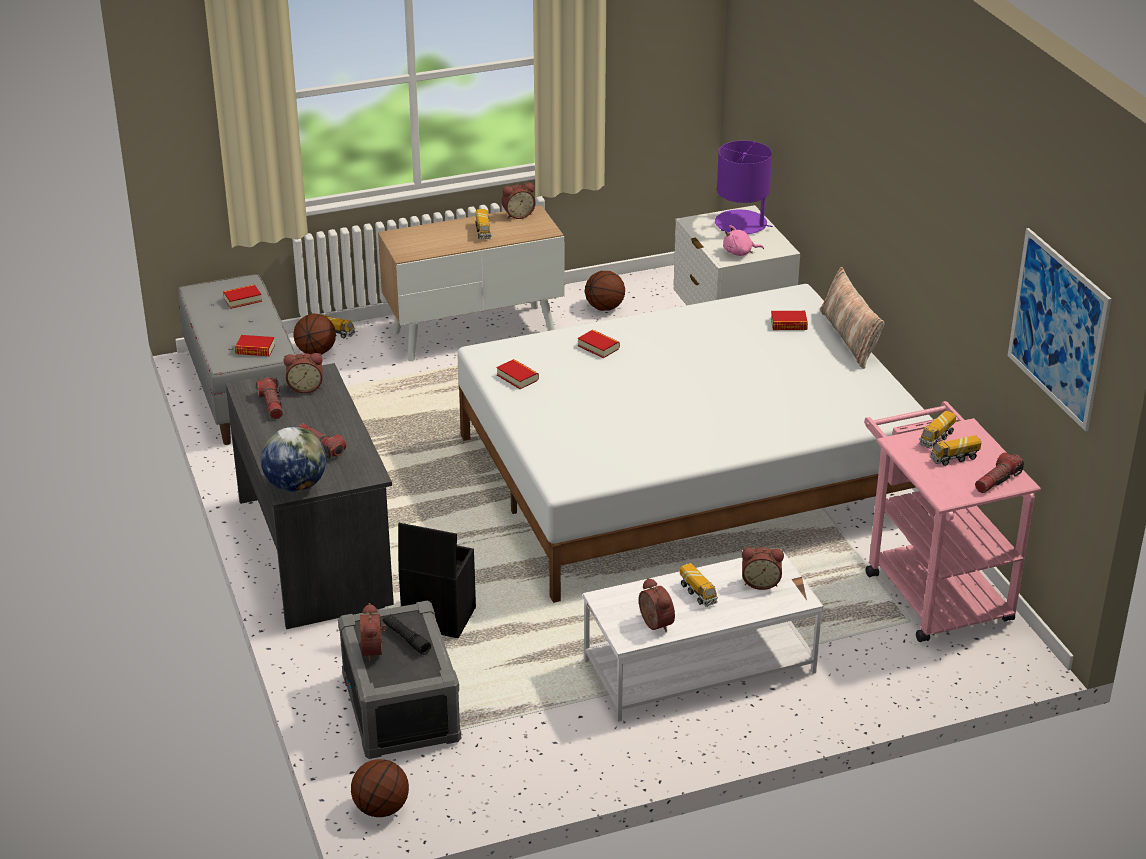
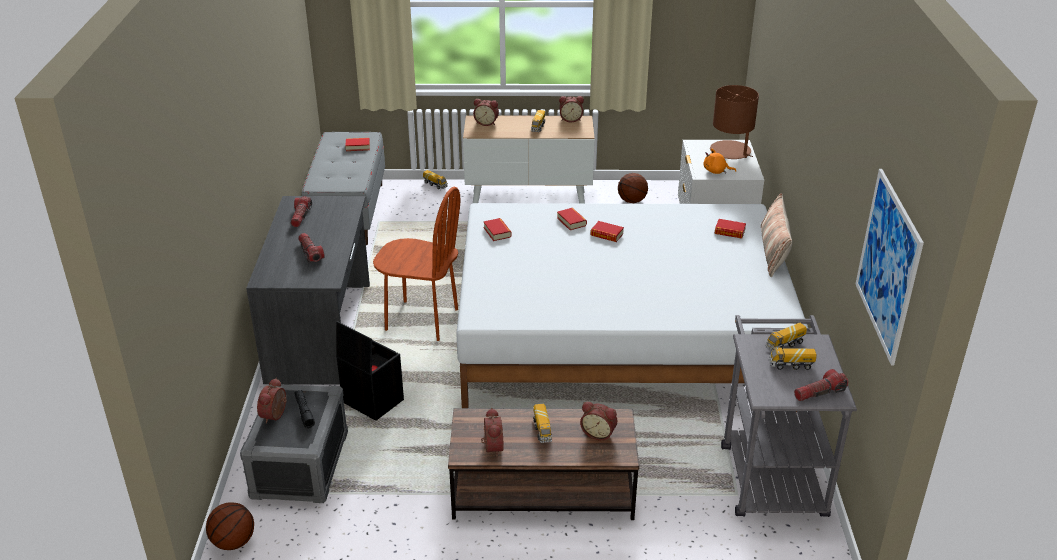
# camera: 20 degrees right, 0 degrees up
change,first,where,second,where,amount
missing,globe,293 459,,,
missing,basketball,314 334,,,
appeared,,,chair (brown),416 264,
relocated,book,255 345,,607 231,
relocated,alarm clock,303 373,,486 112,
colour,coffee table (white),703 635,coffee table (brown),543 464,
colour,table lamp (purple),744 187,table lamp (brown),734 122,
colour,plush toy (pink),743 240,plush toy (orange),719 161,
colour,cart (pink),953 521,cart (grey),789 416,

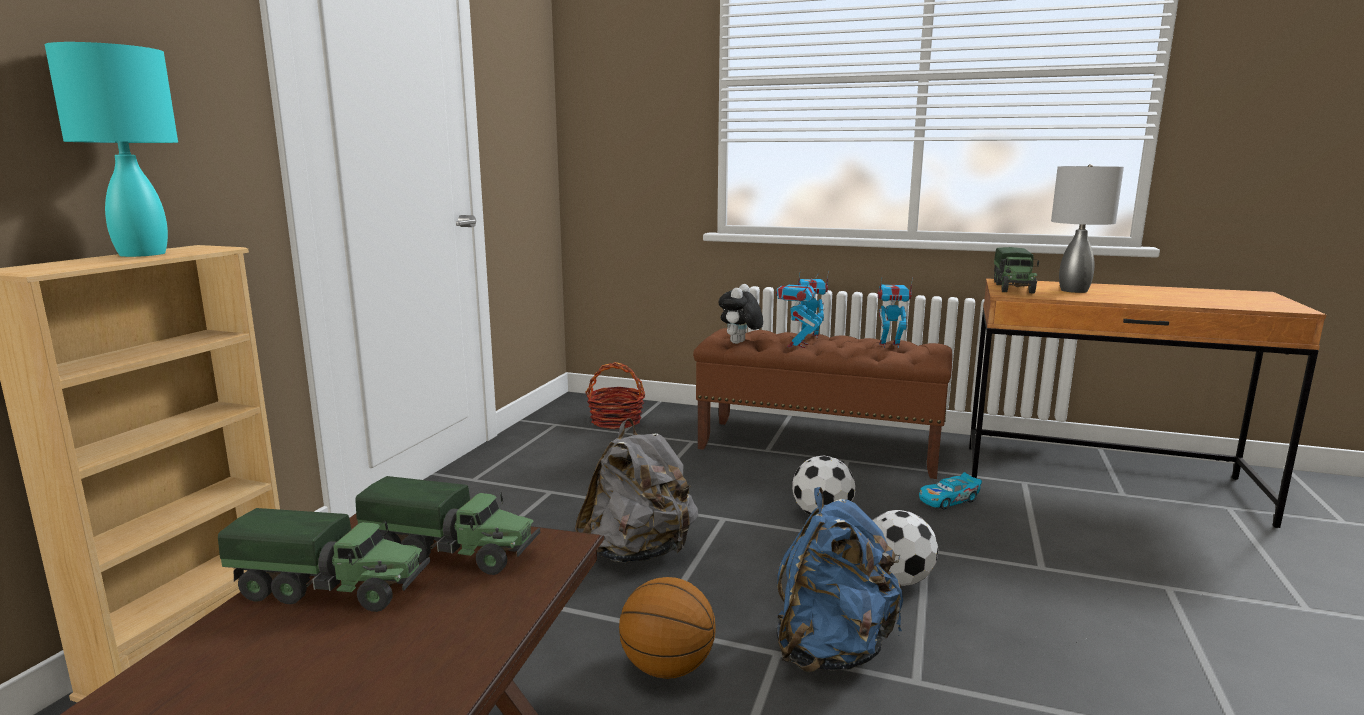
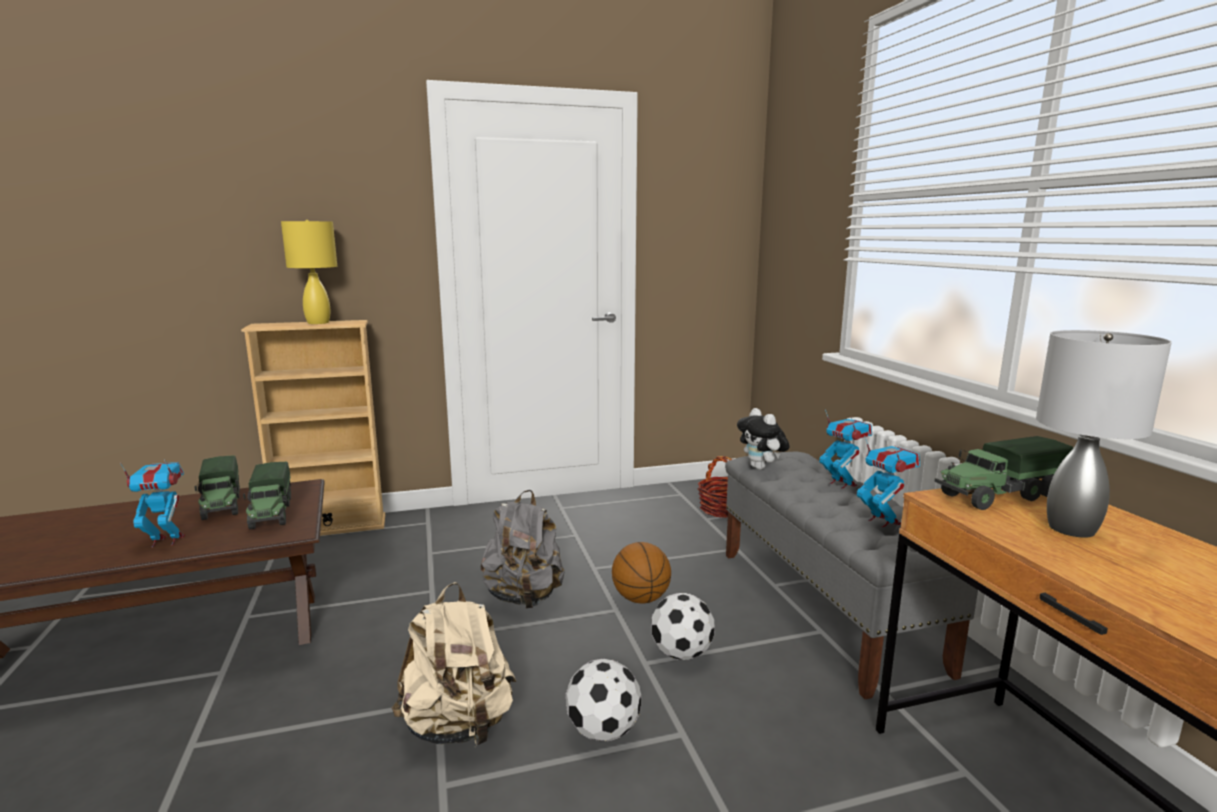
# camera: 55 degrees right, 0 degrees up
change,first,where,second,where,amount
missing,toy car,950 490,,,
relocated,basketball,667 628,,641 573,
relocated,toy robot,799 310,,152 503,
colour,table lamp (turquoise),111 149,table lamp (yellow),309 272,
colour,bench (brown),822 403,bench (grey),851 575,
colour,backpack (blue),840 579,backpack (beige),453 663,
spun,plush toy,740 314,,763 439,105 degrees counterclockwise

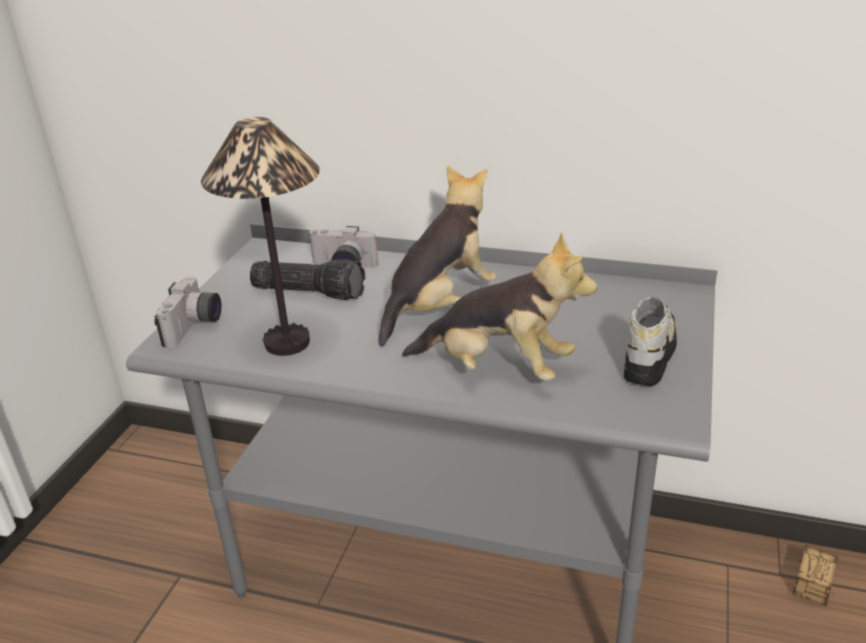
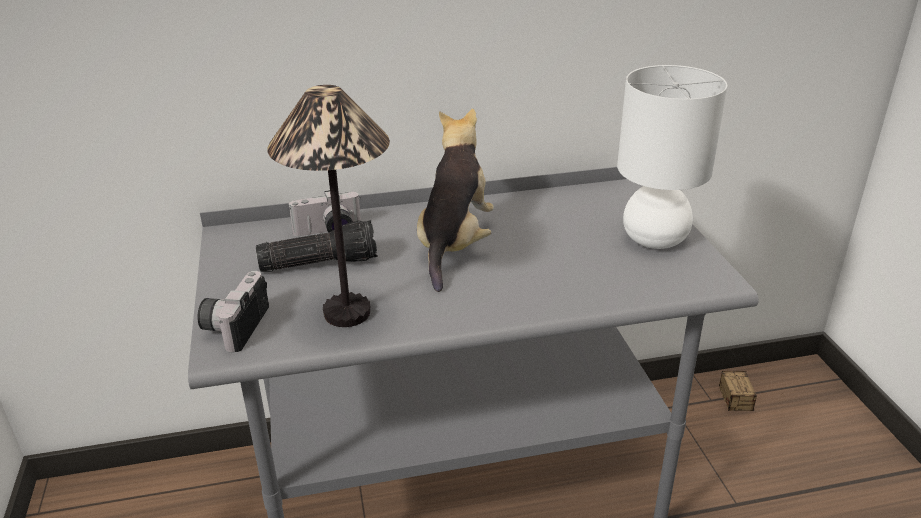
# camera: 30 degrees left, 0 degrees up
change,first,where,second,where,amount
missing,plush toy,499 307,,,
exchanged,shoe,650 341,table lamp (white),672 157,
spun,photo camera,188 312,,233 311,150 degrees counterclockwise

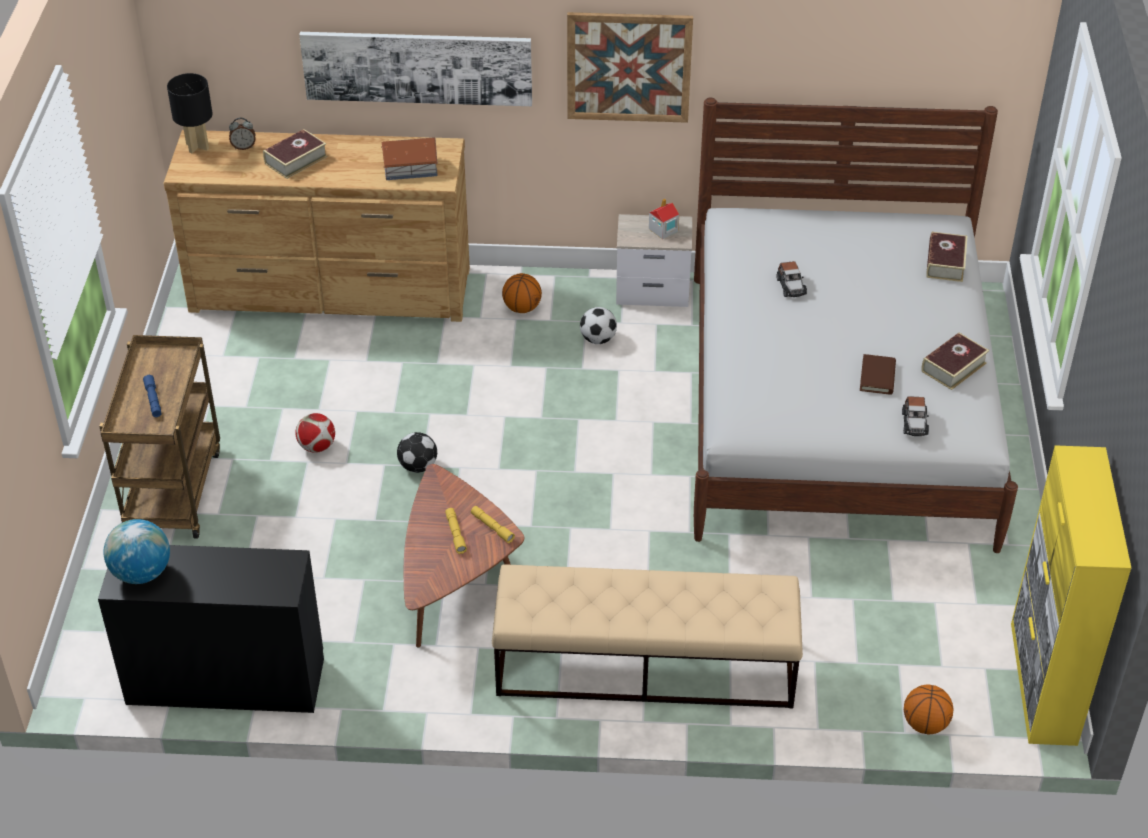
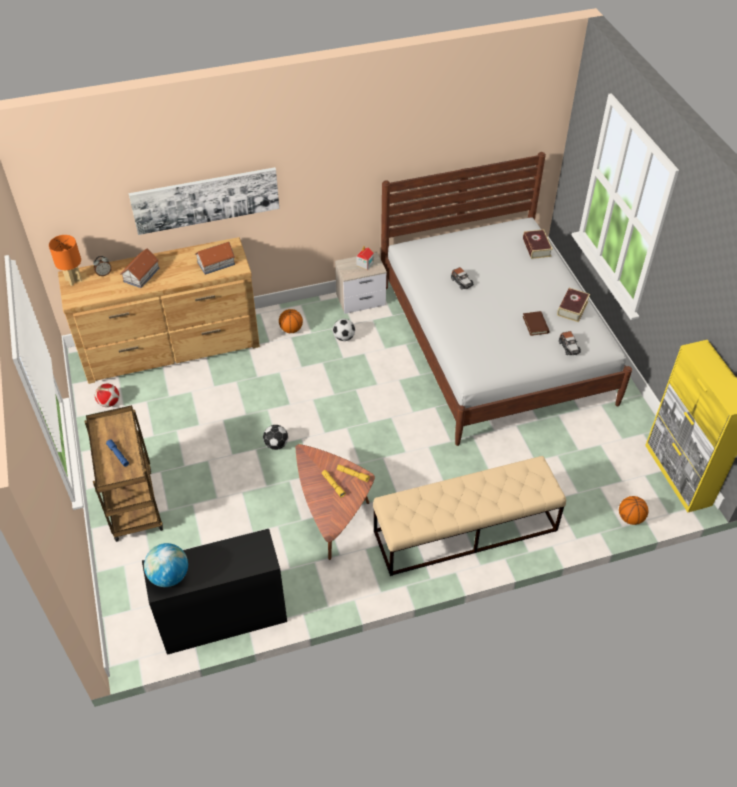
# camera: 20 degrees left, 5 degrees up
change,first,where,second,where,amount
missing,picture,630 67,,,
relocated,football,315 433,,107 395,
exchanged,book,295 154,toy house,139 268,
colour,table lamp (black),190 113,table lamp (orange),65 260,

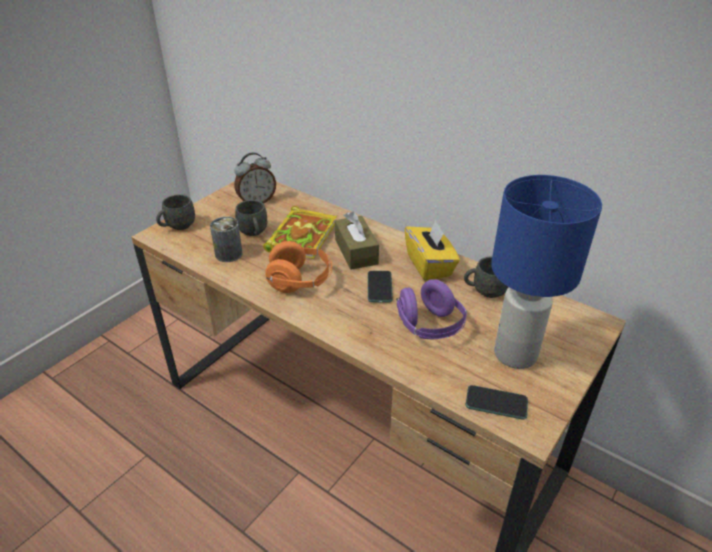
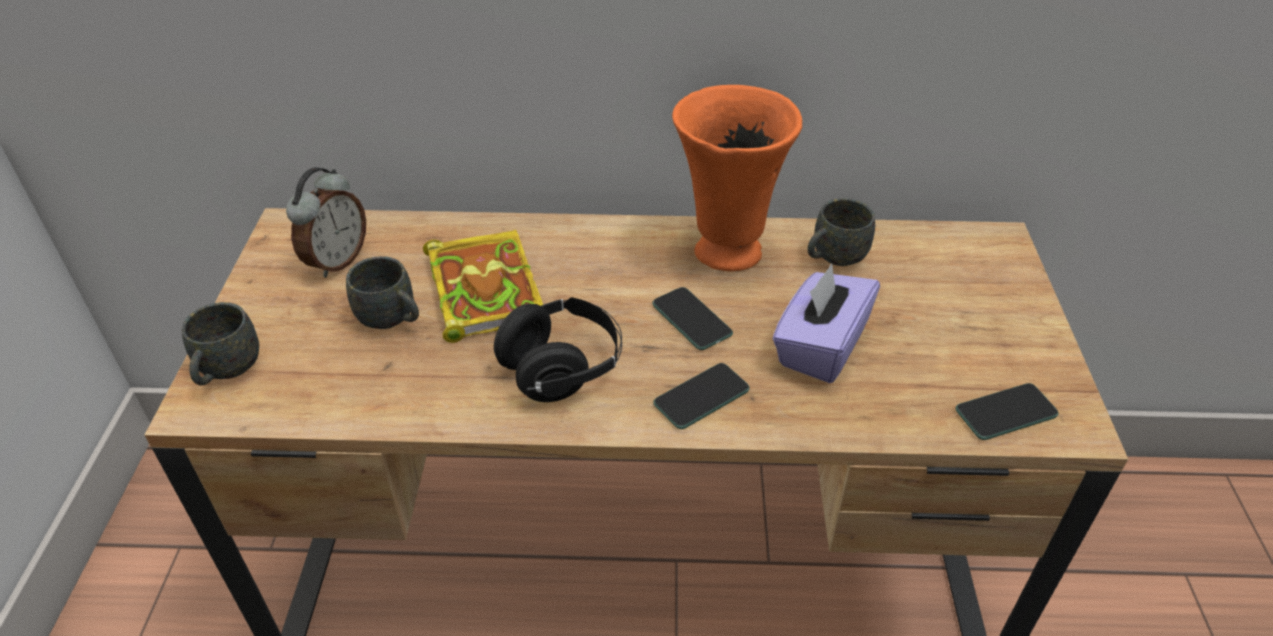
# camera: 35 degrees left, 5 degrees up
change,first,where,second,where,amount
missing,can,226 239,,,
missing,tissue box (brown),357 241,,,
missing,table lamp (blue),546 272,,,
appeared,,,phone,701 396,
exchanged,headphones (purple),431 309,tissue box (purple),826 323,
exchanged,tissue box (yellow),432 250,vase (orange),737 178,
colour,headphones (orange),299 267,headphones (black),558 349,

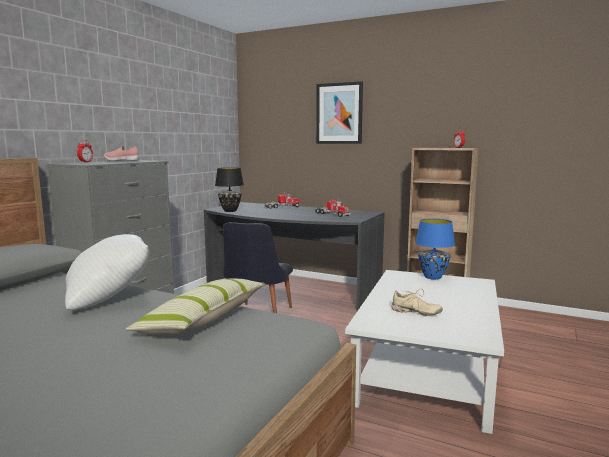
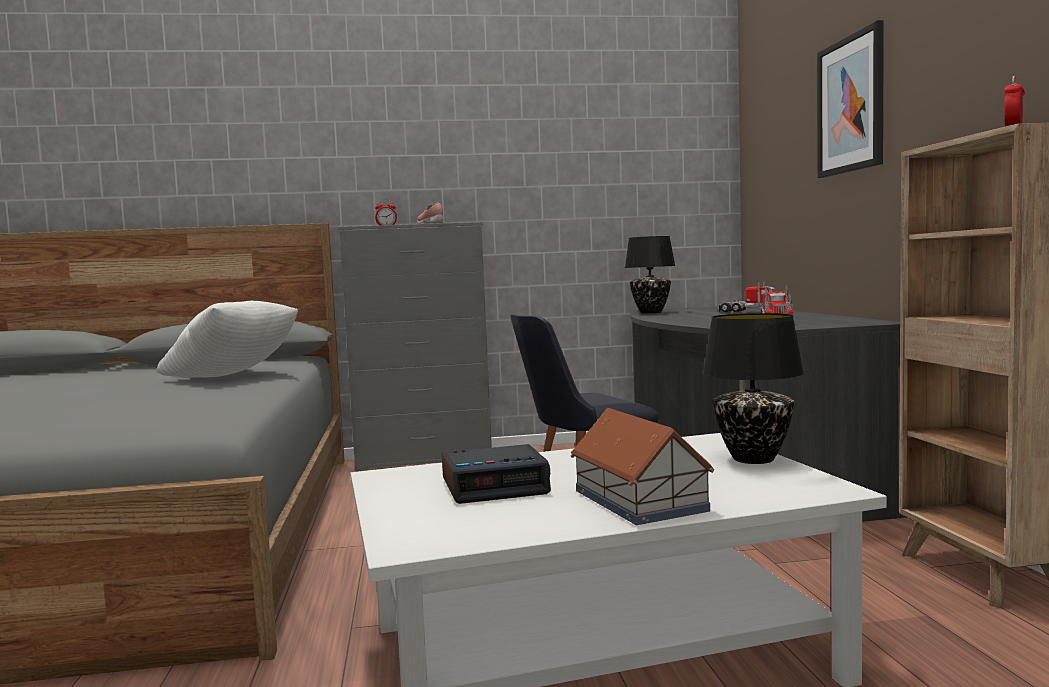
# camera: 55 degrees right, 5 degrees down
change,first,where,second,where,amount
missing,pillow,195 307,,,
appeared,,,toy house,643 466,
exchanged,shoe (beige),417 302,alarm clock,496 474,
colour,table lamp (blue),435 249,table lamp (black),753 388,

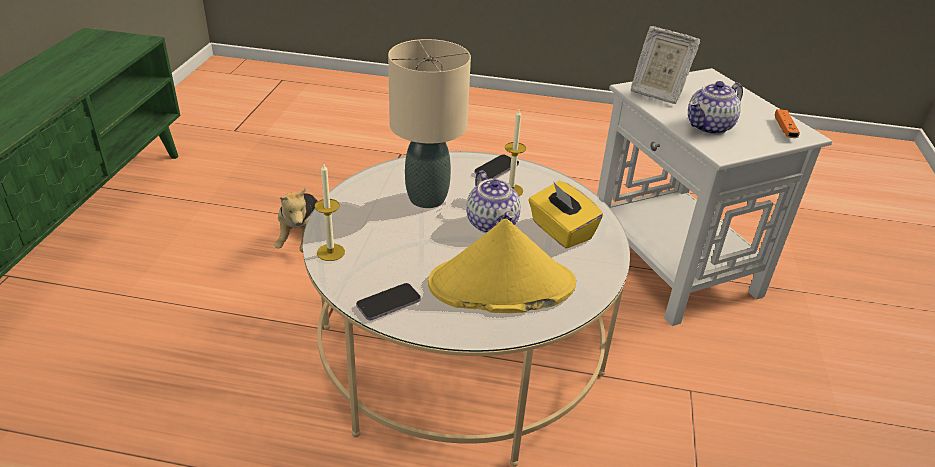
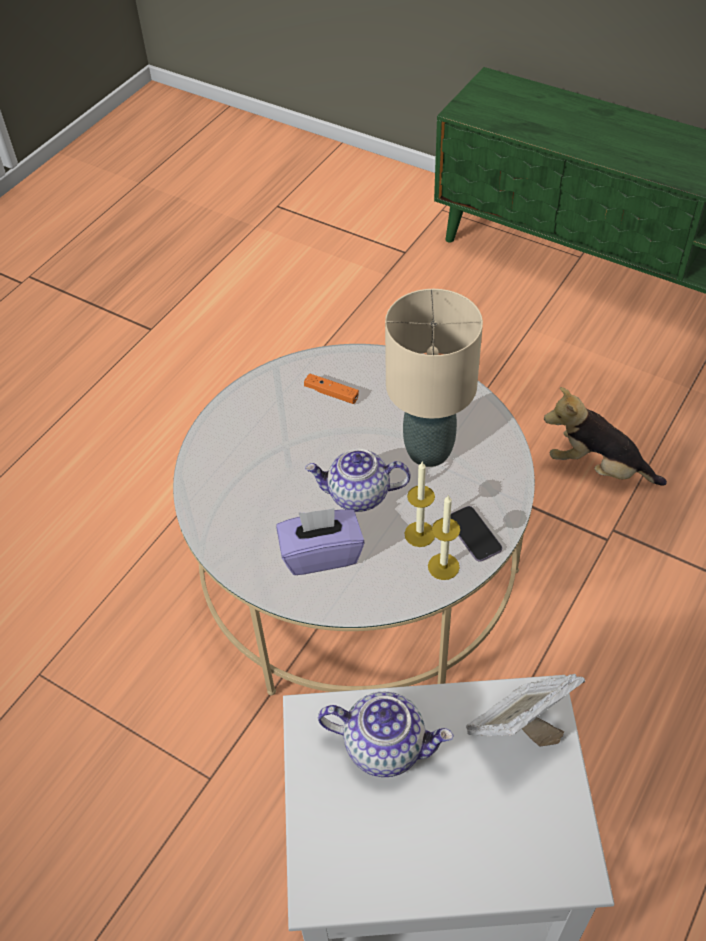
# camera: 115 degrees right, 15 degrees up
change,first,where,second,where,amount
missing,phone,388 301,,,
missing,hat (yellow),502 266,,,
relocated,candle,330 211,,444 537,
relocated,game controller (orange),787 123,,331 389,
colour,tissue box (yellow),565 215,tissue box (purple),320 541,
spun,teapot,715 108,,386 734,120 degrees clockwise

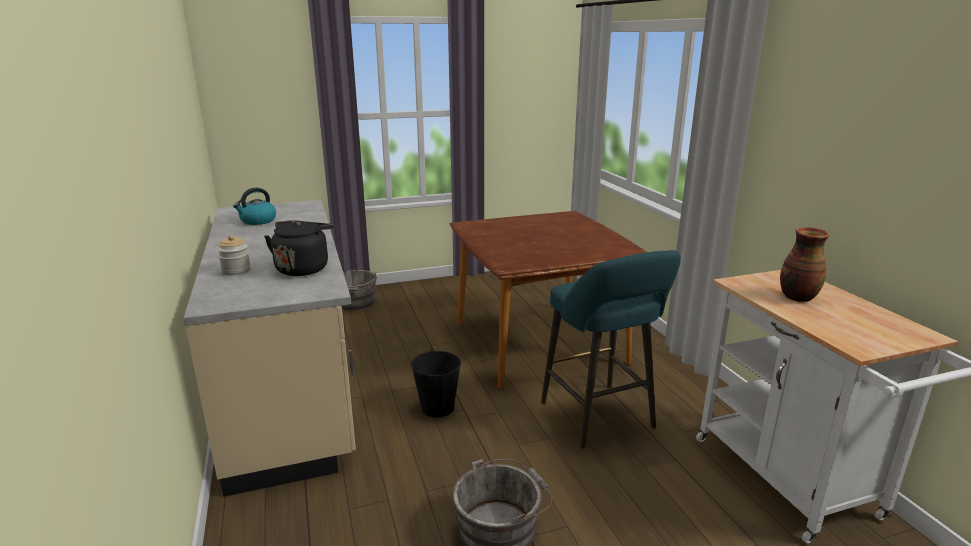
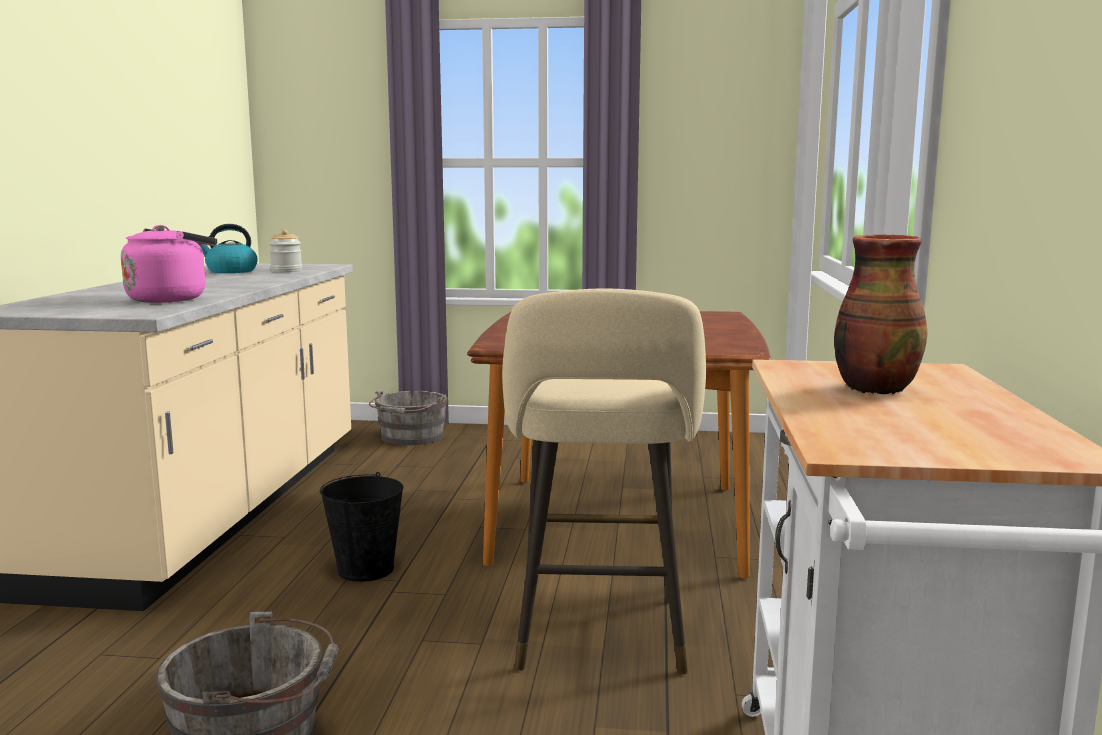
# camera: 25 degrees right, 10 degrees down
change,first,where,second,where,amount
relocated,jar,234 255,,285 250,
colour,kettle (black),299 248,kettle (pink),169 264,
colour,stool (turquoise),611 349,stool (beige),604 482,

